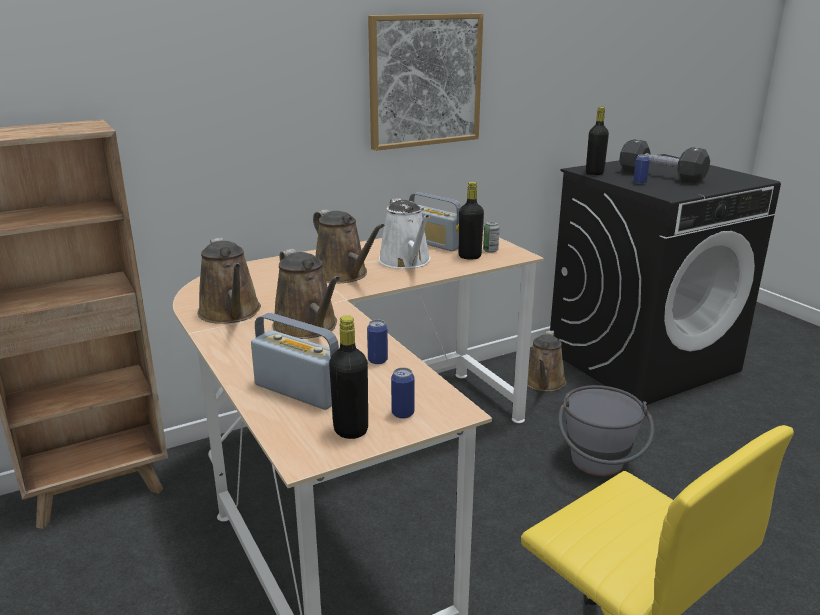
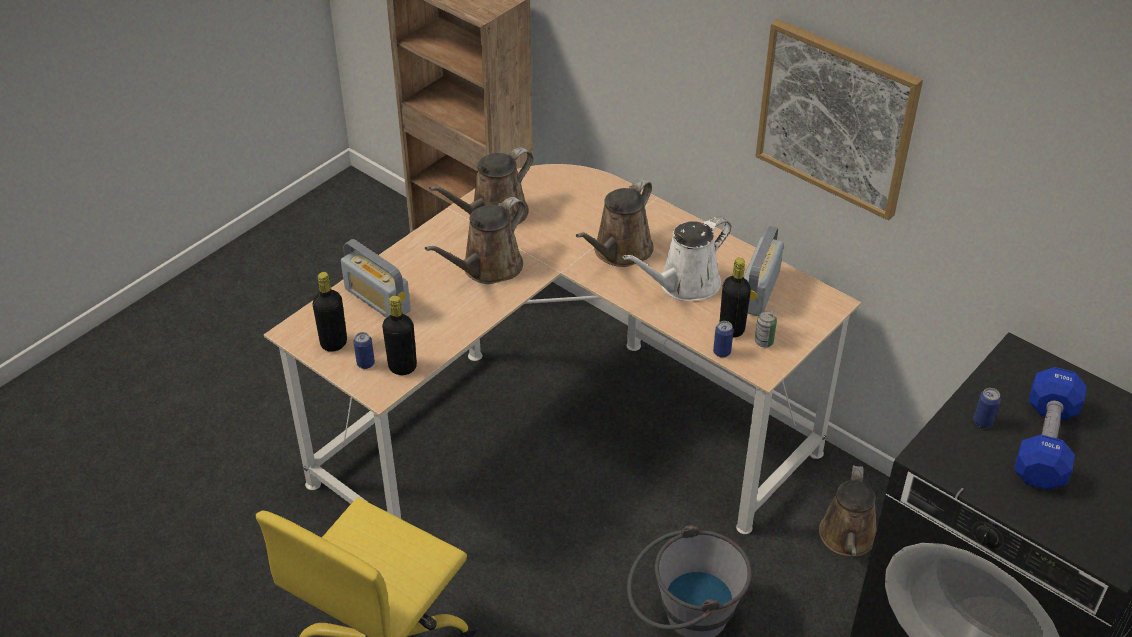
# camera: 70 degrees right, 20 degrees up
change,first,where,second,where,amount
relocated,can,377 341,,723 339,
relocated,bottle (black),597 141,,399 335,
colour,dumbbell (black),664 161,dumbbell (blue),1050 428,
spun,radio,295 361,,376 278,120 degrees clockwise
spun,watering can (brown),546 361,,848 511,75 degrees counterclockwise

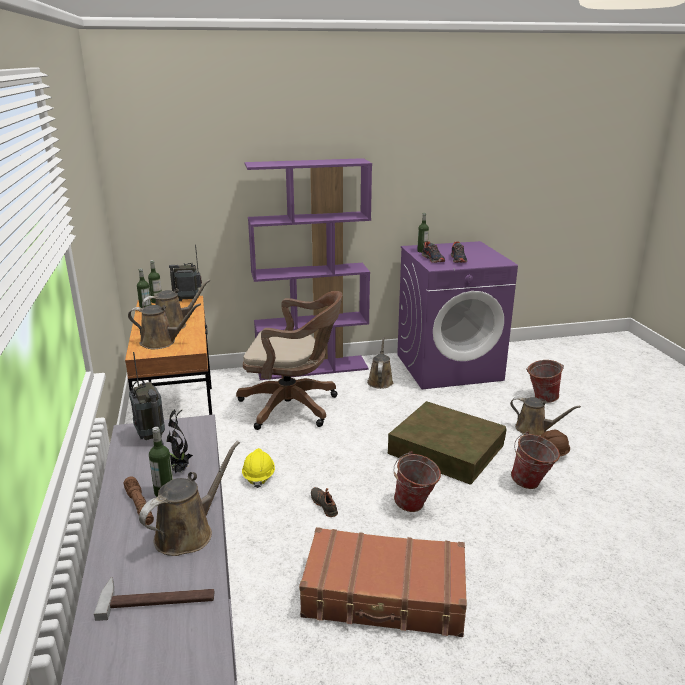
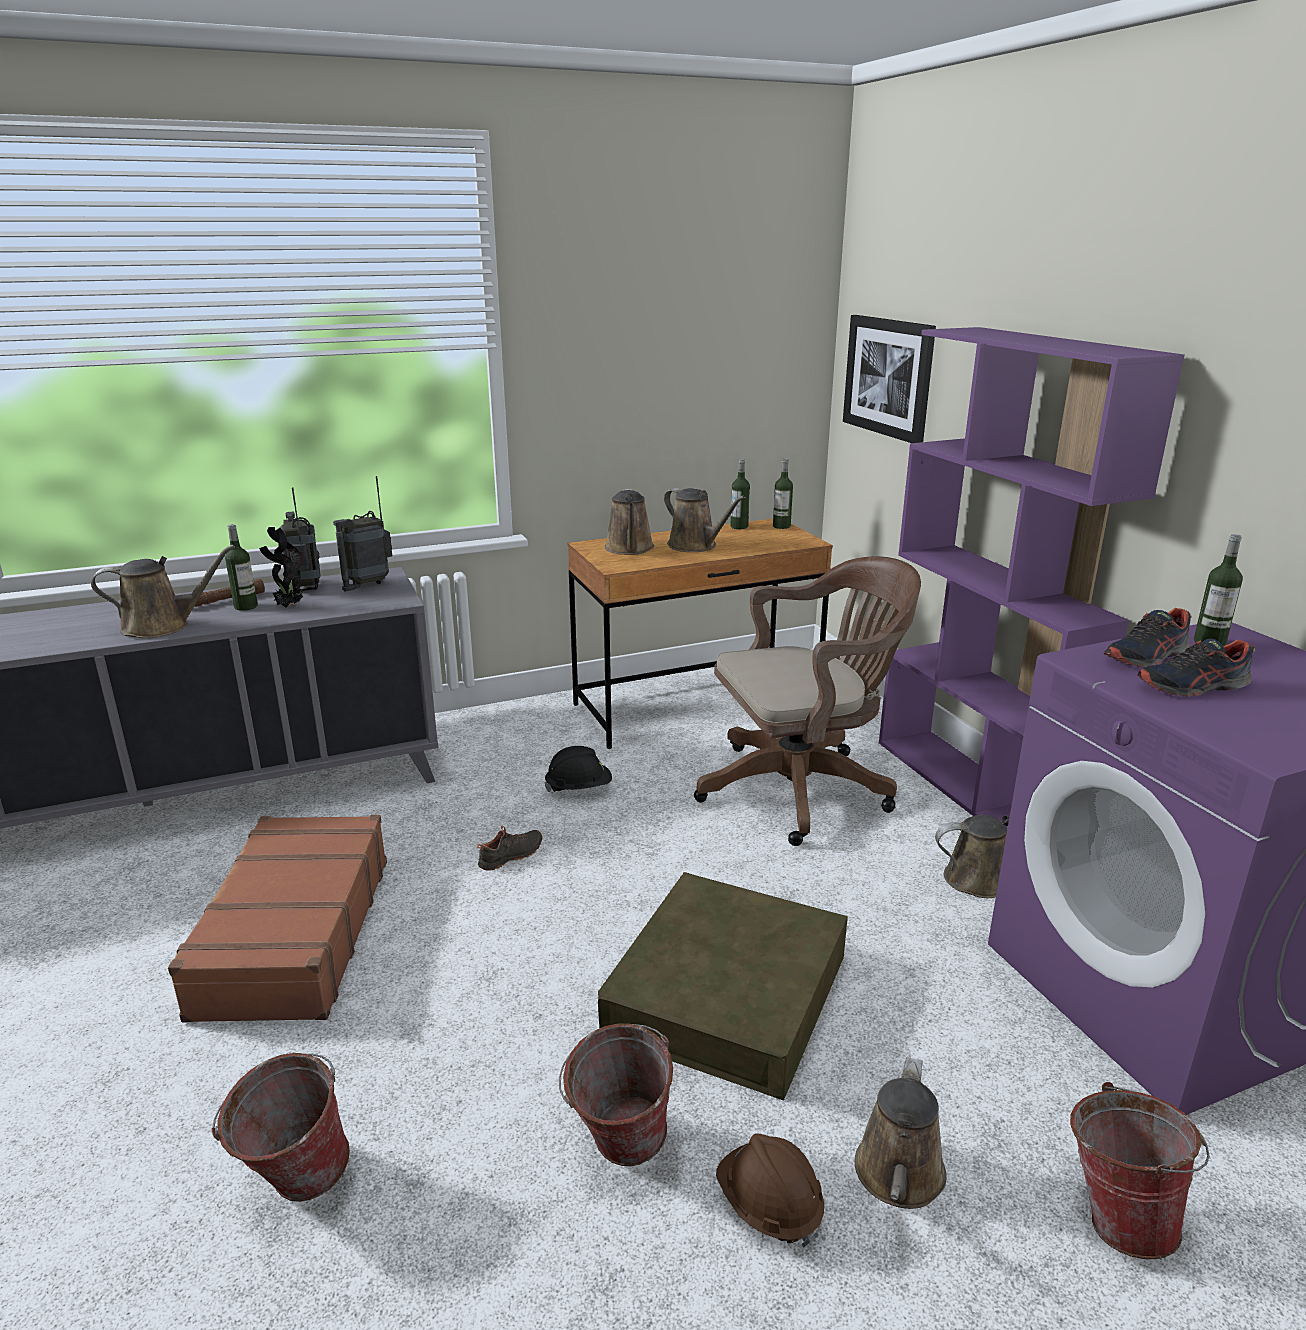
# camera: 80 degrees right, 0 degrees up
change,first,where,second,where,amount
missing,hammer,154 599,,,
appeared,,,picture,889 379,
relocated,radio,185 273,,300 539,
relocated,bucket,417 481,,280 1127,
colour,hard hat (yellow),258 468,hard hat (black),578 769,
spun,watering can (brown),189 498,,163 591,45 degrees counterclockwise
spun,office chair (brown),289 360,,807 701,105 degrees counterclockwise

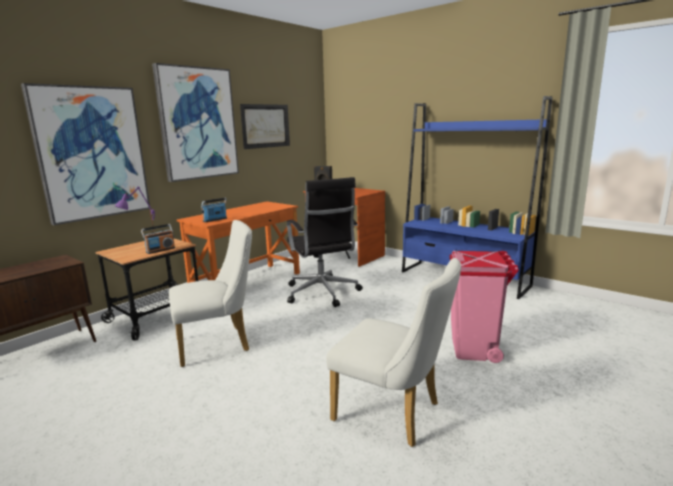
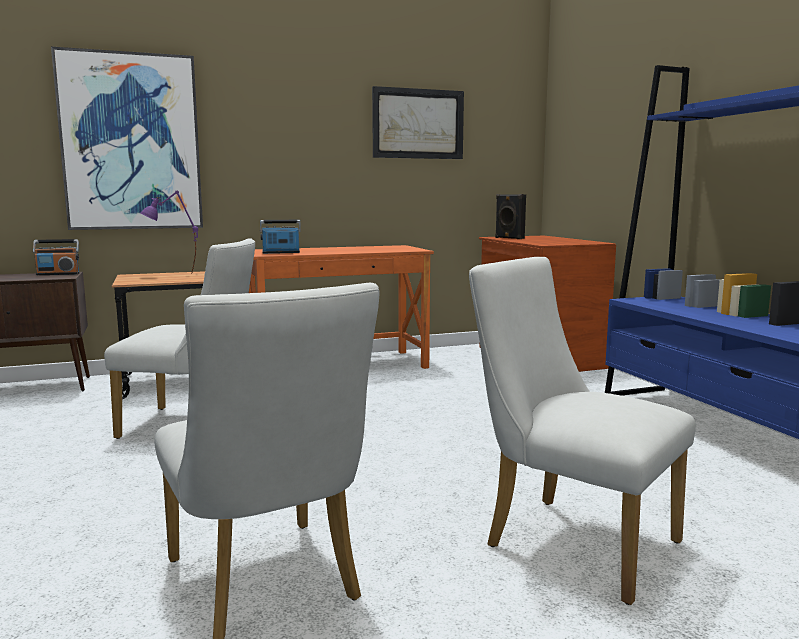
# camera: 30 degrees right, 5 degrees down
change,first,where,second,where,amount
missing,picture,195 122,,,
missing,office chair (black),325 242,,,
relocated,radio,158 239,,56 257,
exchanged,trash can (pink),484 307,chair (white),582 431,

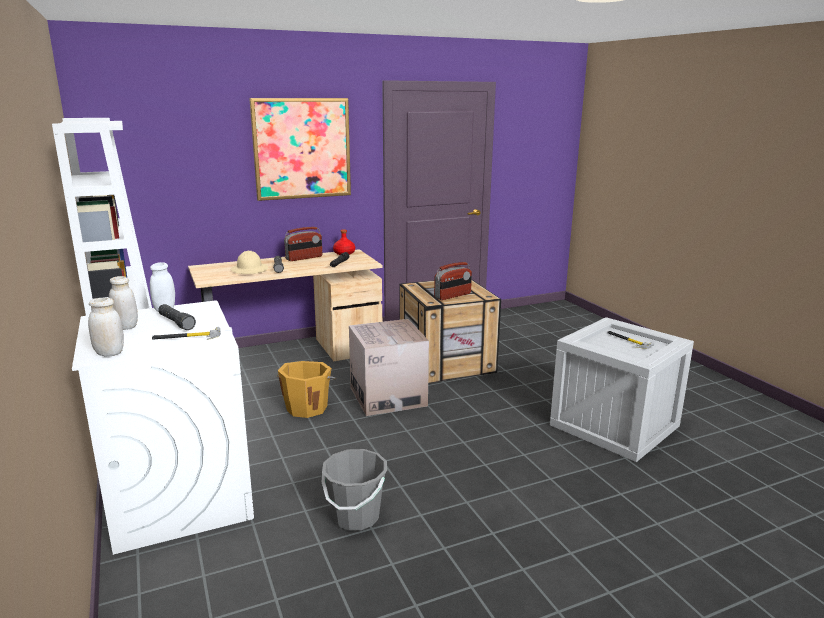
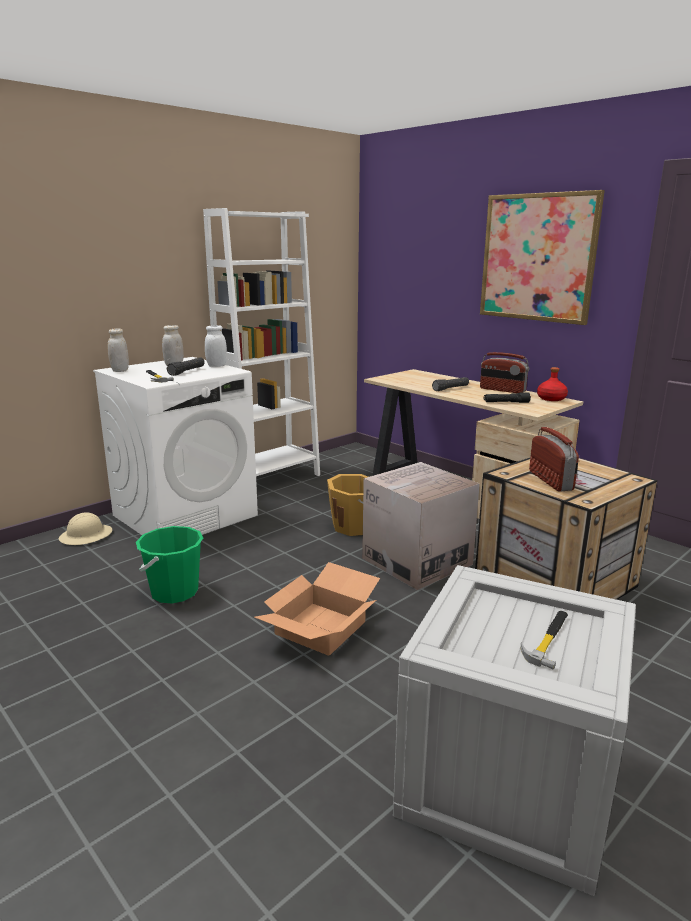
# camera: 70 degrees right, 0 degrees up
change,first,where,second,where,amount
appeared,,,cardboard box,317 609,
relocated,hard hat (beige),249 262,,85 528,
colour,bucket (grey),354 490,bucket (green),169 564,
spun,radio,453 281,,554 459,135 degrees counterclockwise

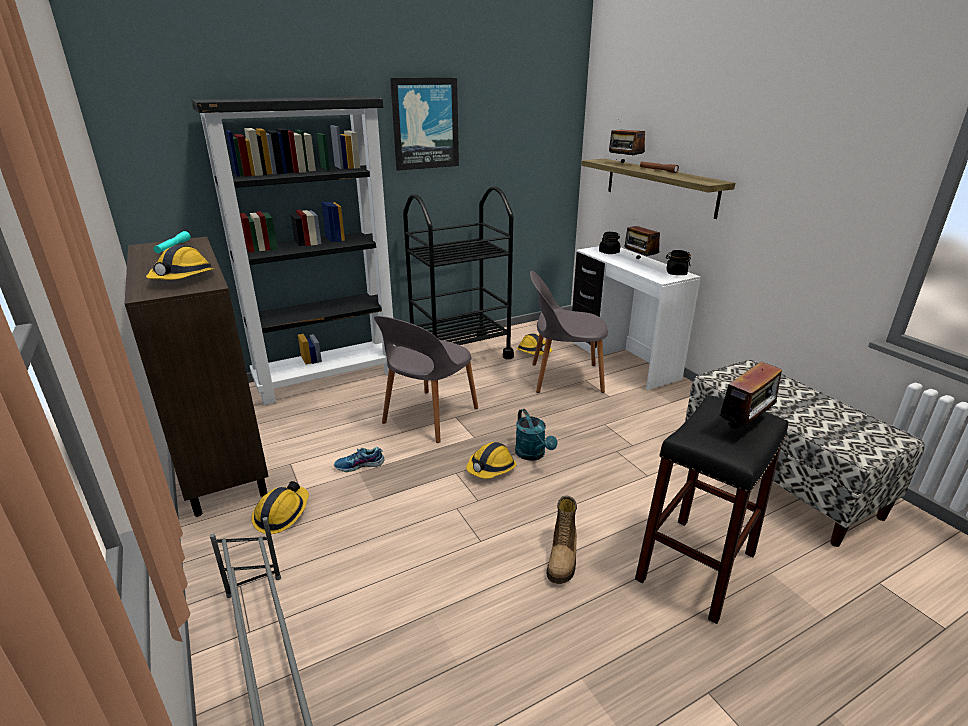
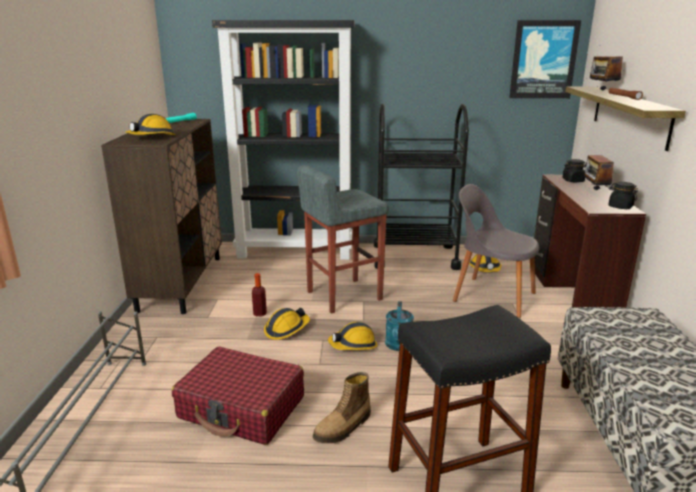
# camera: 30 degrees right, 5 degrees down
change,first,where,second,where,amount
missing,radio,750 396,,,
appeared,,,suitcase (red),238 396,
relocated,hard hat,280 507,,287 324,
relocated,picture,424 124,,545 59,
exchanged,shoe,359 459,bottle,259 295,
exchanged,chair (grey),426 379,stool (grey),343 239,
colour,desk (white),636 318,desk (brown),590 241,

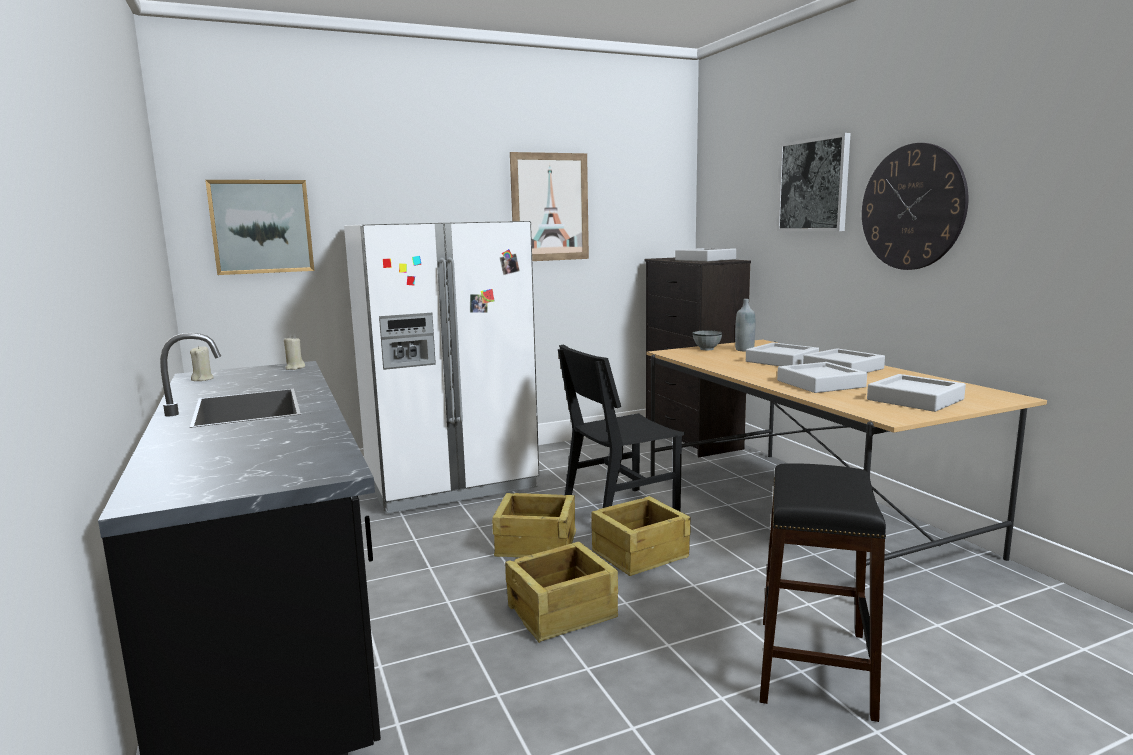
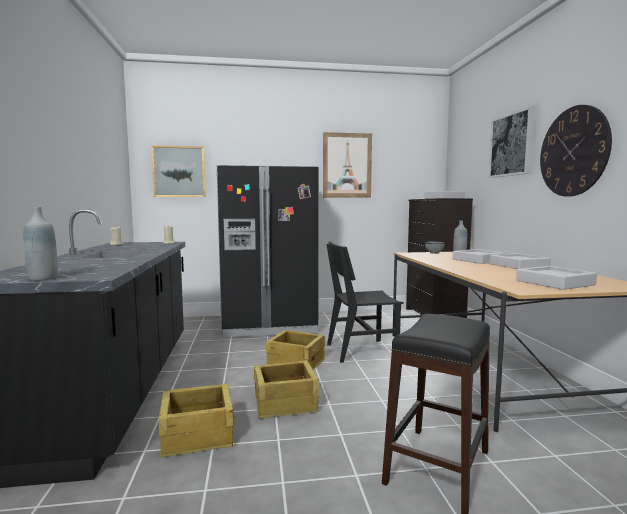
# camera: 15 degrees right, 5 degrees down
change,first,where,second,where,amount
missing,tray (grey),822 377,,,
appeared,,,bottle (grey),40 244,
relocated,crate,641 536,,196 420,
colour,fridge (white),441 367,fridge (black),268 251,

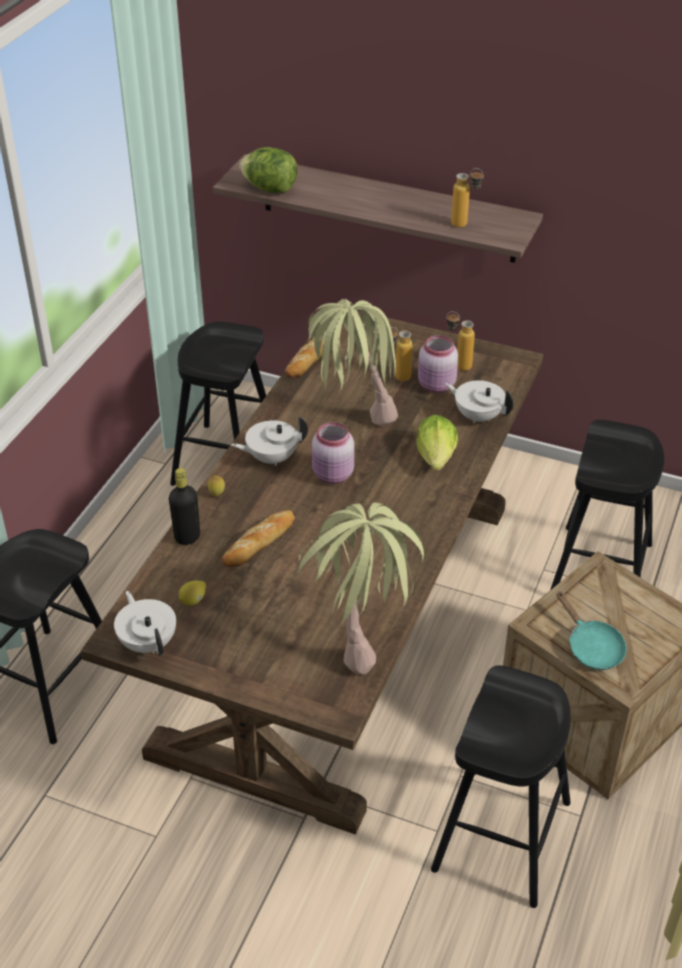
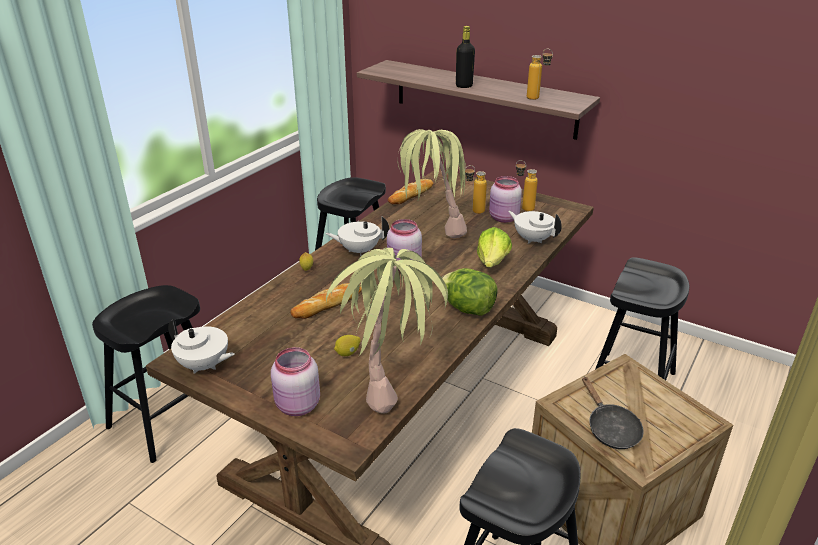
# camera: 10 degrees right, 10 degrees down
change,first,where,second,where,amount
appeared,,,jar (pink),295 381,
relocated,bottle (black),184 506,,465 57,
relocated,lemon,192 593,,347 345,
relocated,lettuce,268 170,,470 292,
colour,frying pan (turquoise),591 630,frying pan (black),613 412,
spun,teapot (white),145 623,,201 346,135 degrees clockwise

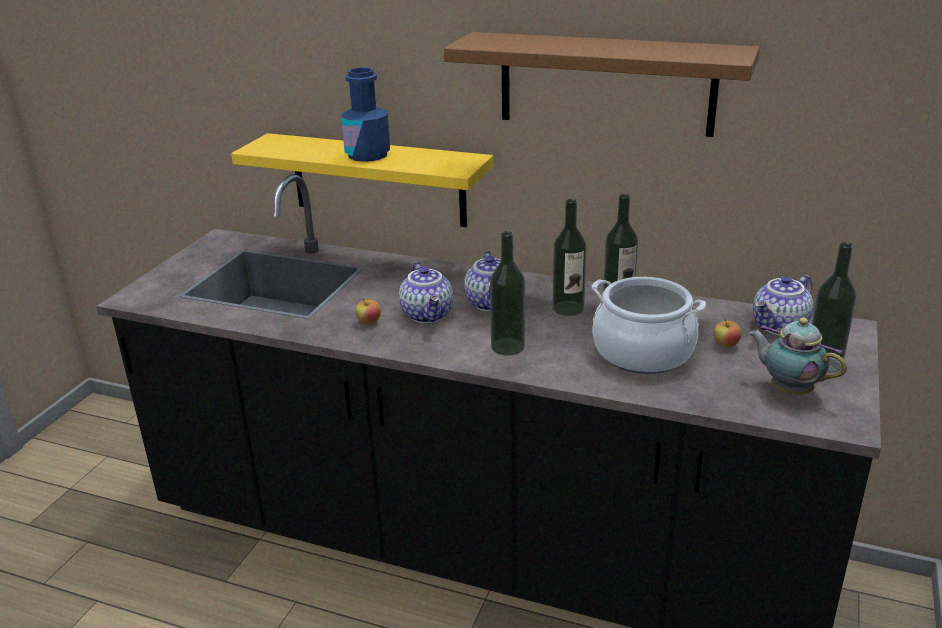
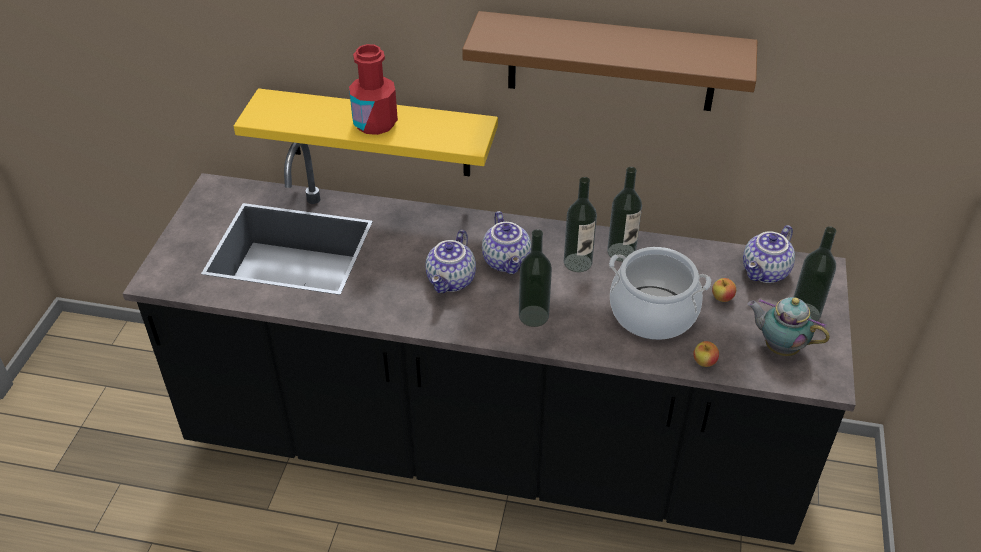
# camera: 10 degrees left, 15 degrees up
change,first,where,second,where,amount
relocated,apple,368 311,,706 354,
colour,bottle (blue),365 114,bottle (red),373 89,
spun,teapot,426 292,,450 261,45 degrees clockwise

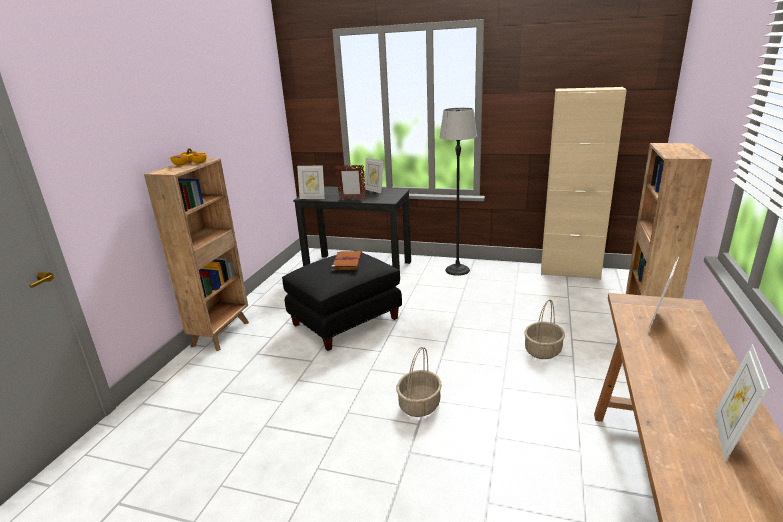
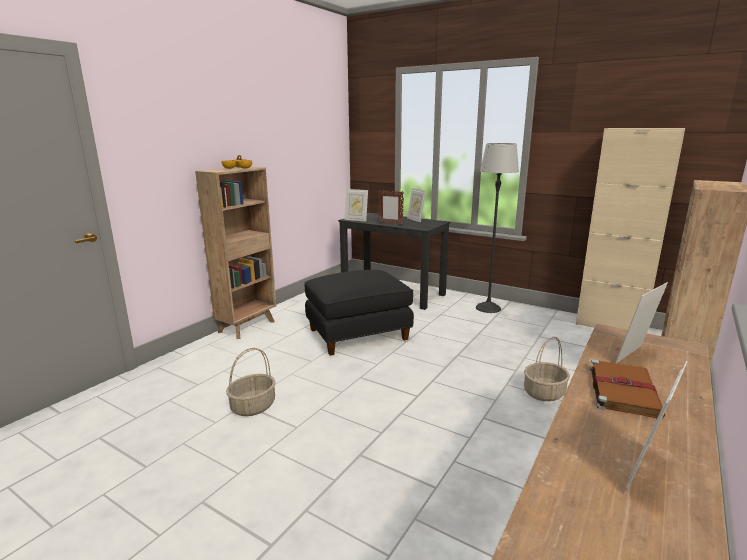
# camera: 15 degrees right, 5 degrees down
change,first,where,second,where,amount
relocated,book (brown),347 261,,627 388,
relocated,basket,419 382,,251 382,

